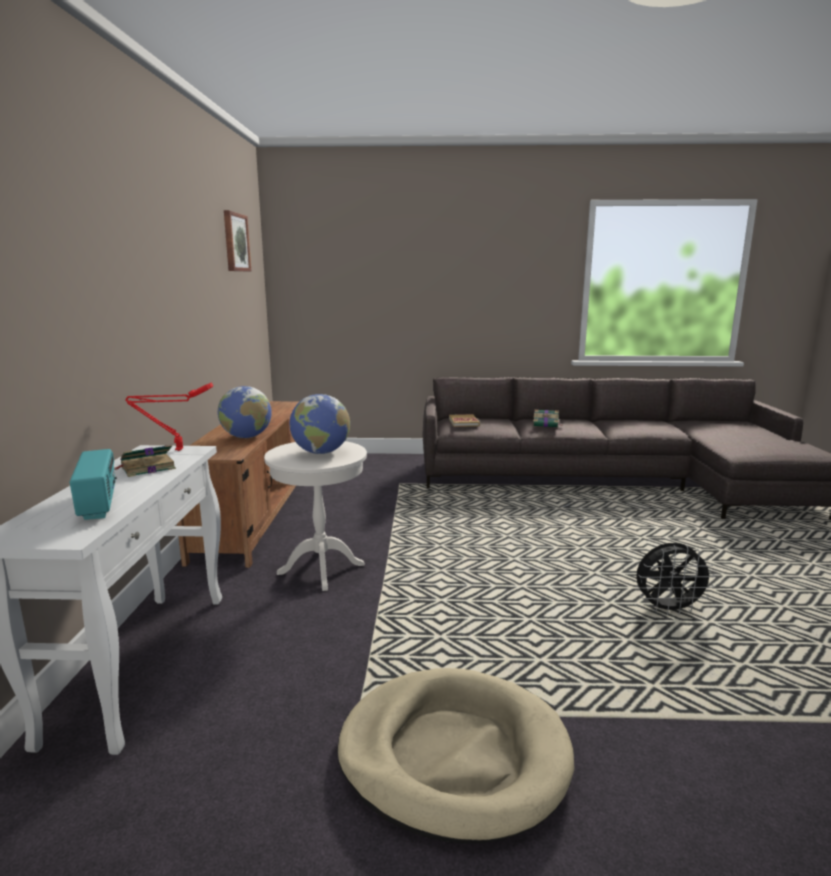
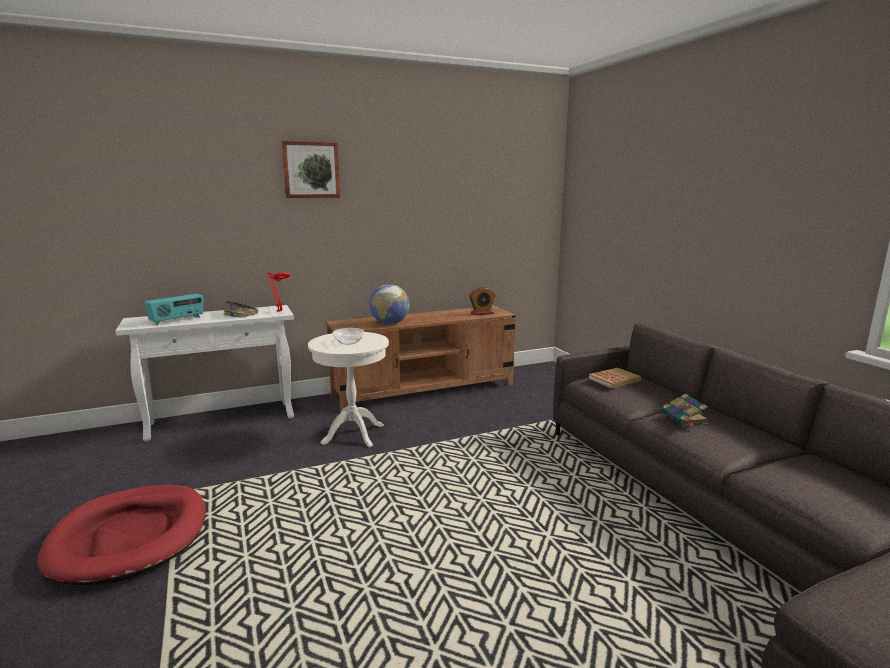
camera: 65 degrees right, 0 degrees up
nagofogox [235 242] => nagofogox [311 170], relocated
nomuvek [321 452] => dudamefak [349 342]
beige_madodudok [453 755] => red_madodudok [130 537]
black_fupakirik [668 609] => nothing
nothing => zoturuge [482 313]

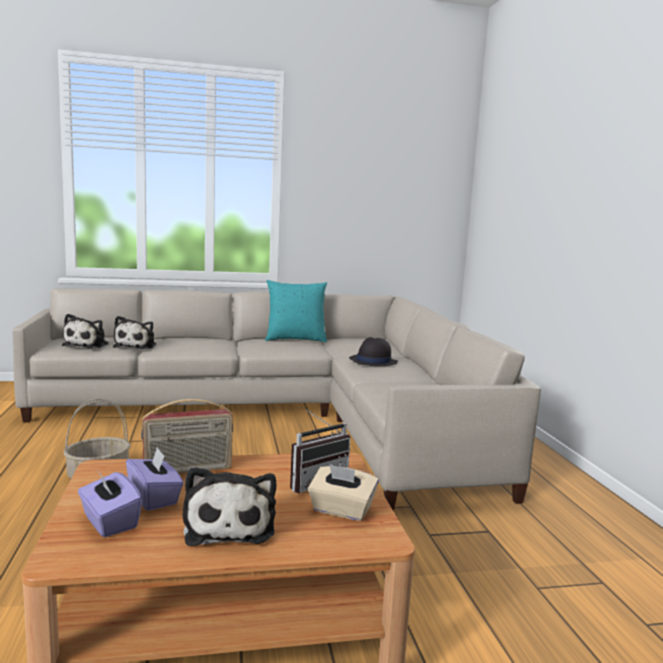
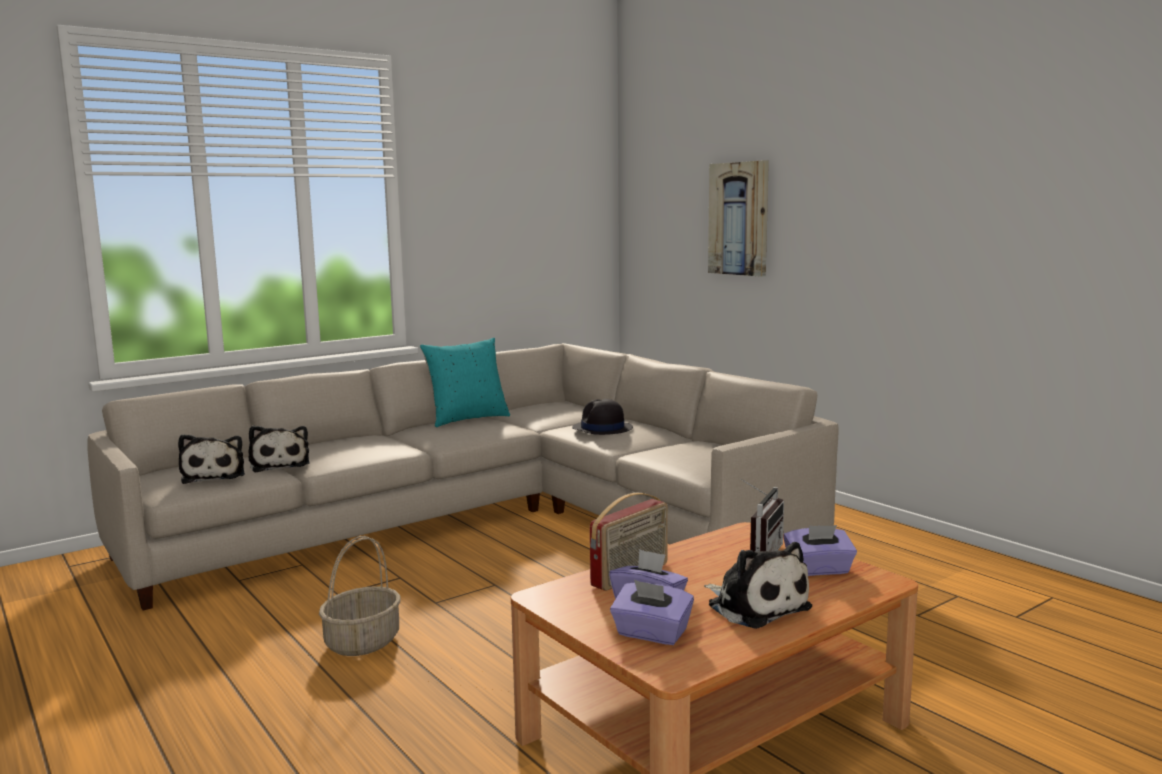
camera: 25 degrees left, 0 degrees up
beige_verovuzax [341 510] => purple_verovuzax [819 570]
nothing => nagofogox [739 219]

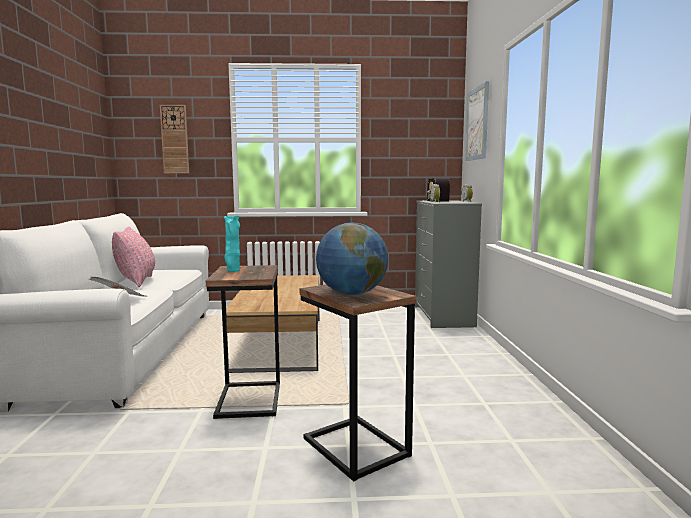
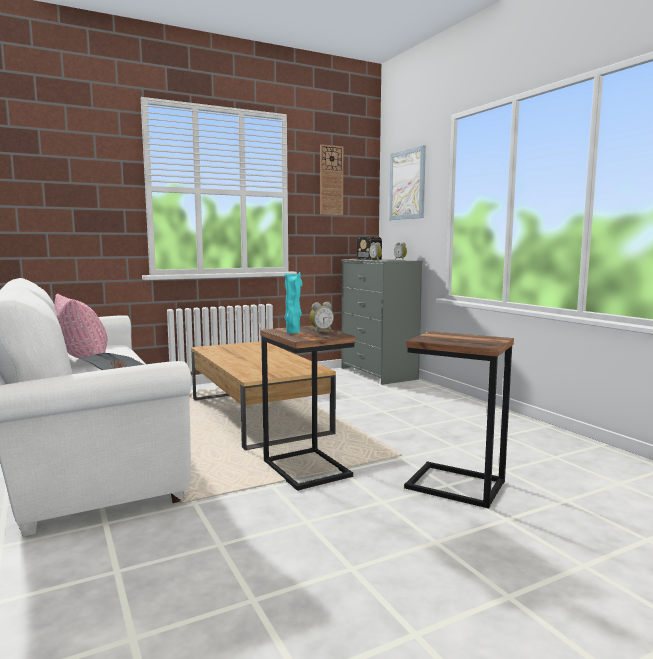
camera: 25 degrees left, 0 degrees up
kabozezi [175 139] => kabozezi [331 180], relocated
nomuvek [352 294] => nothing
nothing => zoturuge [321 331]

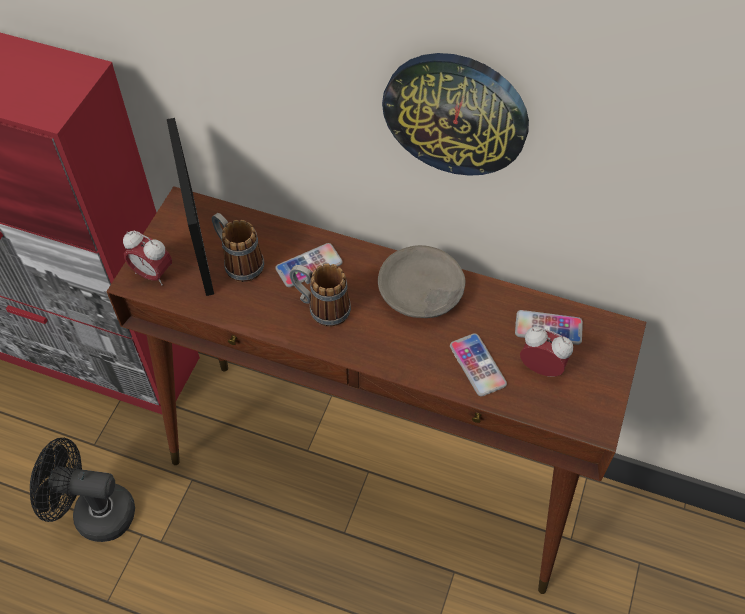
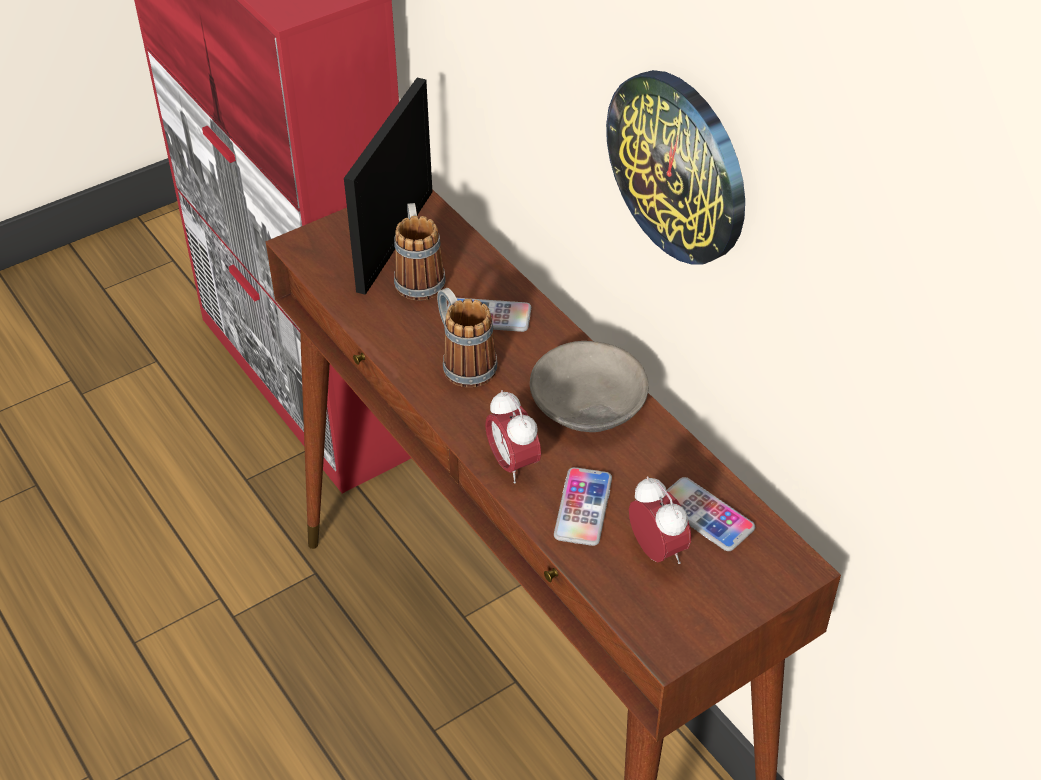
camera: 35 degrees right, 10 degrees down
black_fupakirik [94 513] => nothing
zoturuge [152 274] => zoturuge [512 464], relocated

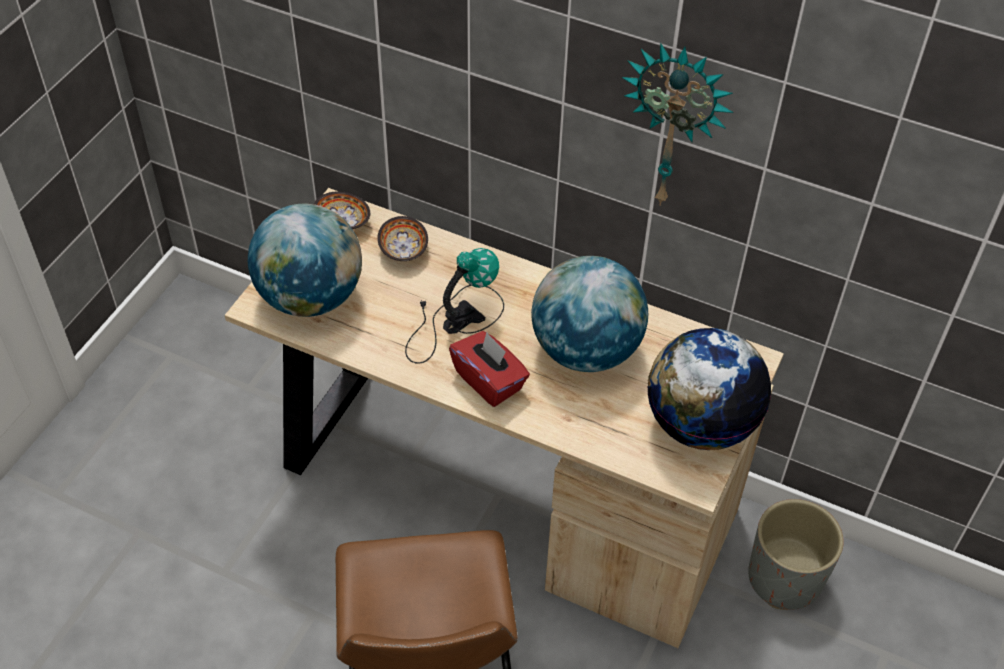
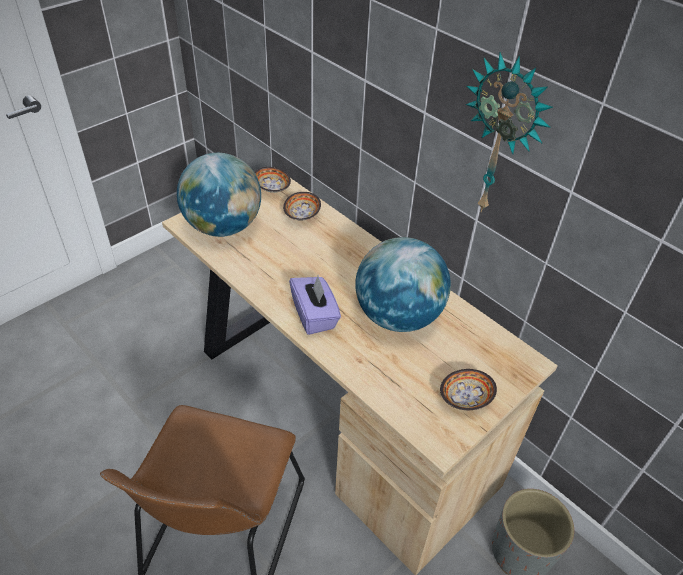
camera: 20 degrees right, 5 degrees down
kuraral [454 320] => nothing
red_verovuzax [489 381] => purple_verovuzax [314 315]
nomuvek [700 424] => dudamefak [464 397]

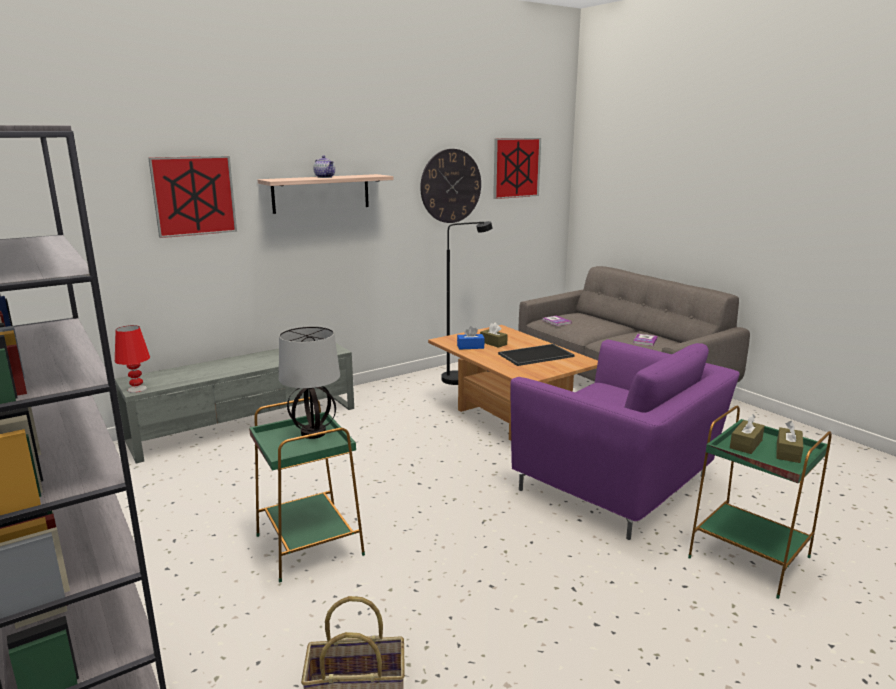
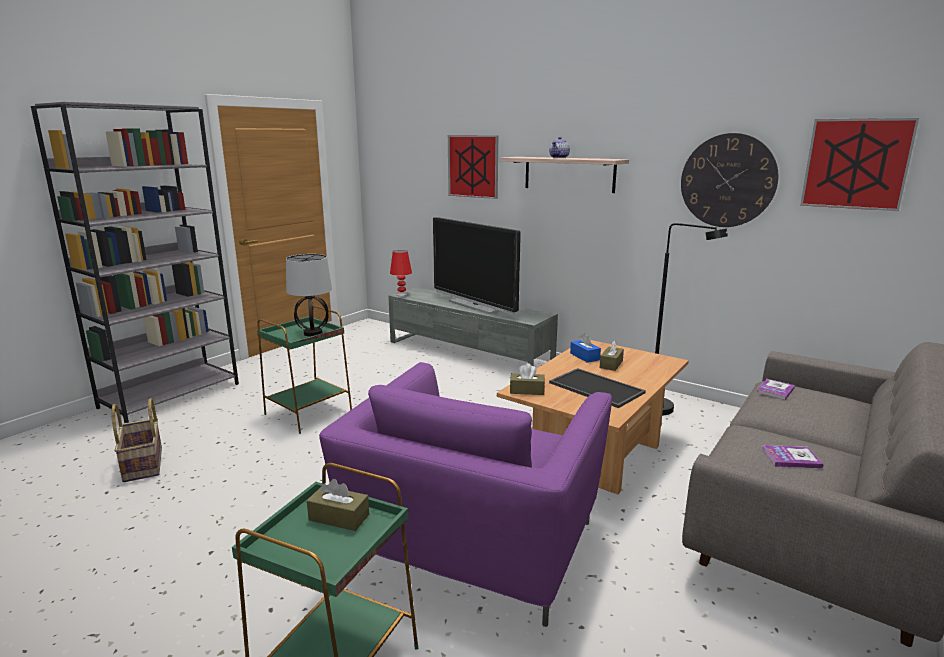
camera: 70 degrees right, 0 degrees up
brown_verovuzax [788 452] => brown_verovuzax [527 390], relocated
nothing => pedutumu [476 305]

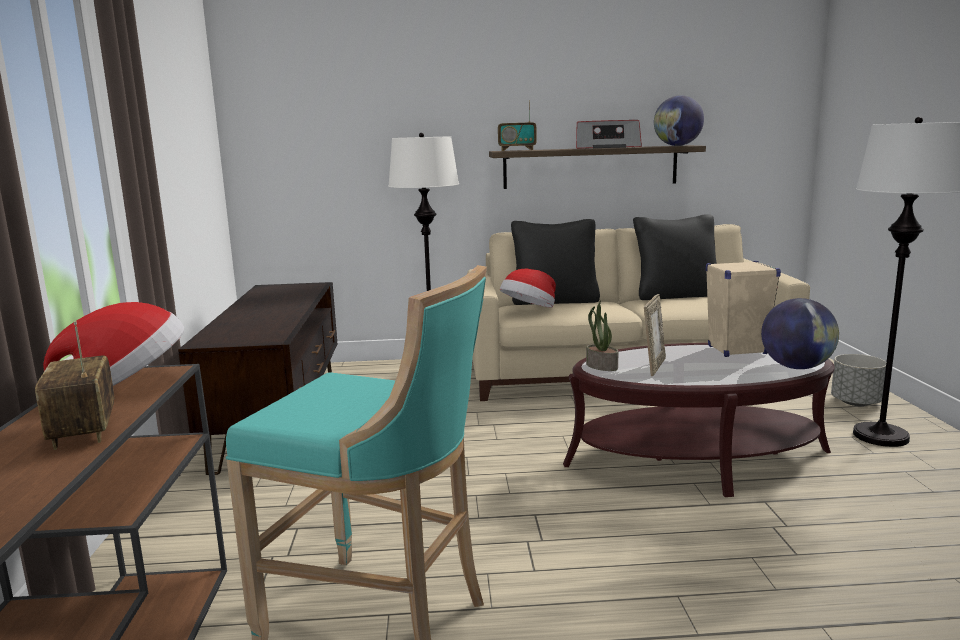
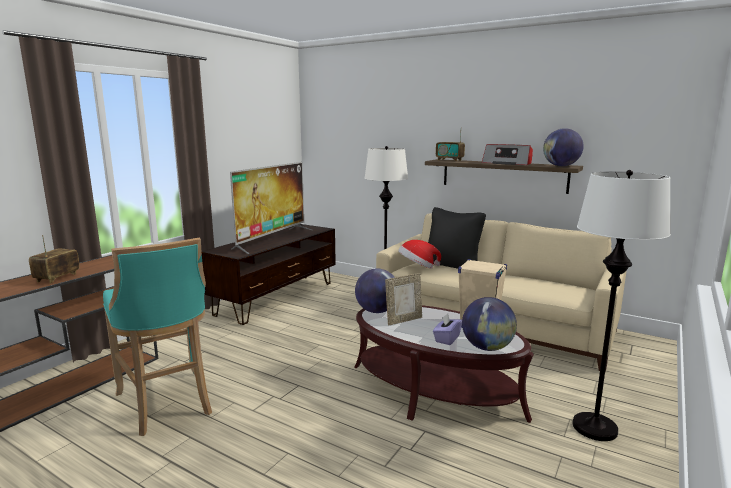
camera: 35 degrees right, 0 degrees up
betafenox [128 384] => nothing
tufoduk [601 366] => nomuvek [377 311]
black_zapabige [676 295] => nothing
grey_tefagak [856 402] => nothing
nothing => pedutumu [272 239]
nothing => purple_verovuzax [447 339]

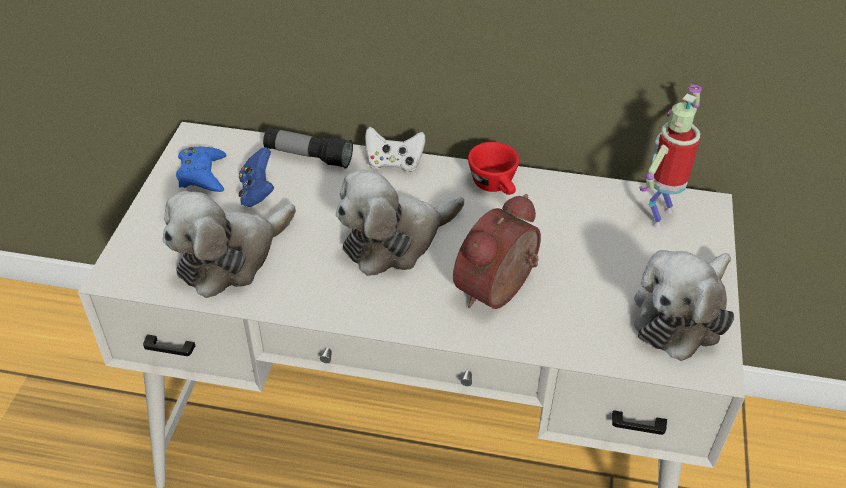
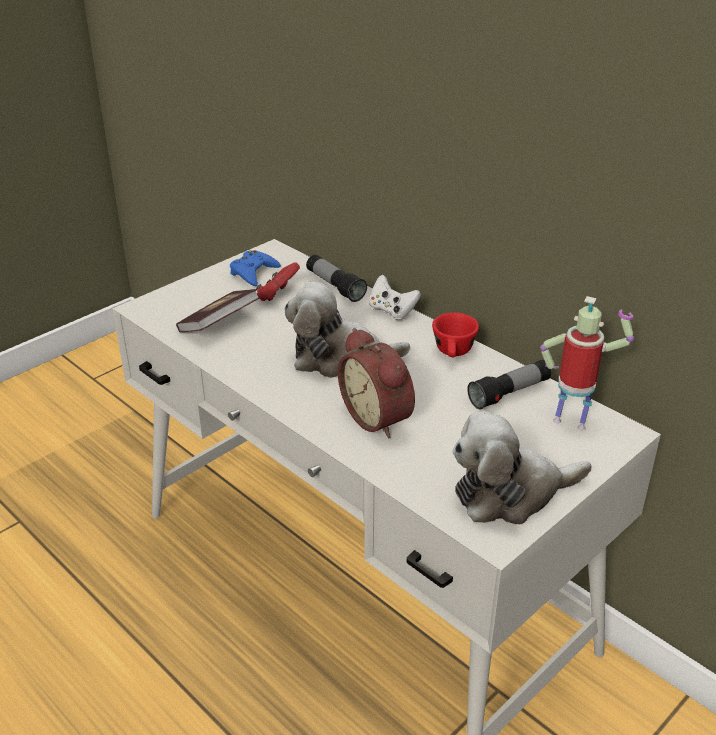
camera: 35 degrees right, 10 degrees down
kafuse [230 258] => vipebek [219 325]
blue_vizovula [257 192] => red_vizovula [277 295]
zoturuge [499 292] => zoturuge [379 417], 105 degrees counterclockwise
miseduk [658 215] => miseduk [571 421], 45 degrees clockwise
nothing => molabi [509 393]

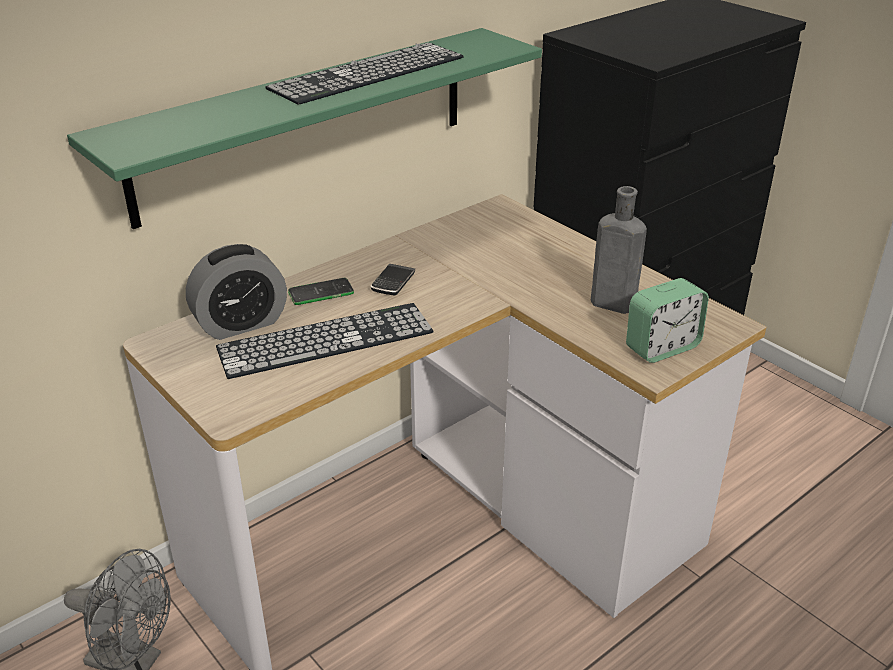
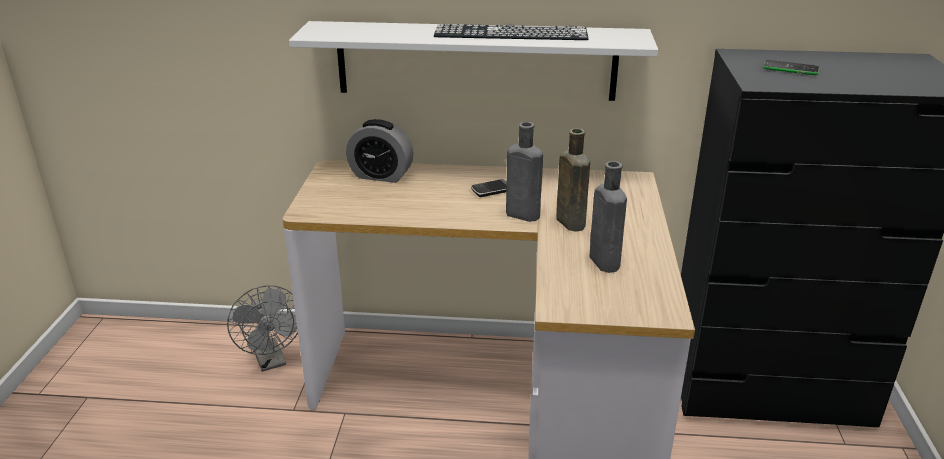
camera: 45 degrees right, 5 degrees down
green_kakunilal [306 123] => white_kakunilal [476 61]
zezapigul [326 340] => nothing
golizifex [321 292] => golizifex [791 69], relocated
zoturuge [662 347] => nothing
nothing => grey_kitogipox [520 214]
nothing => brown_kitogipox [569 222]

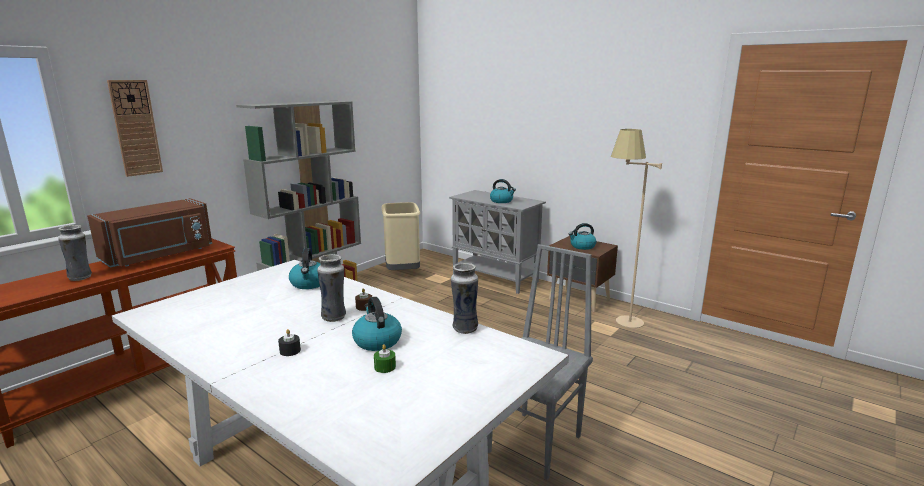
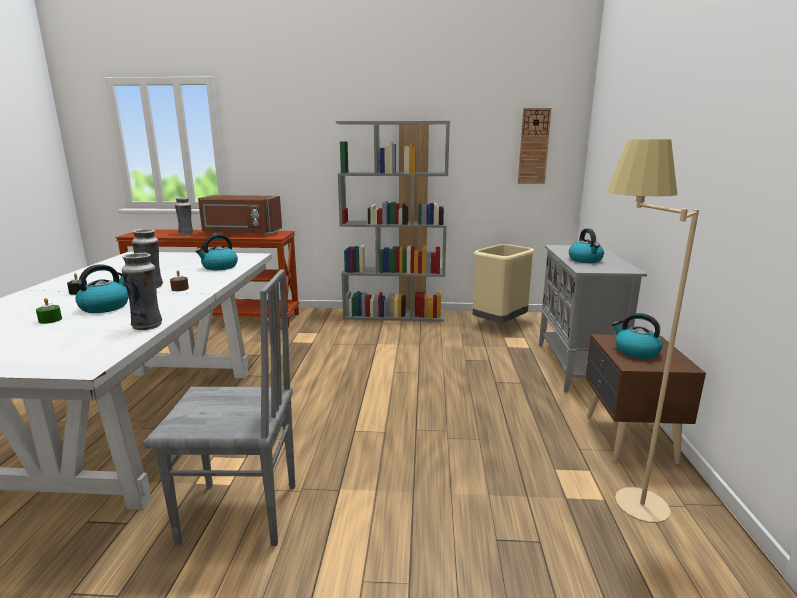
camera: 55 degrees right, 0 degrees up
kabozezi [135 128] => kabozezi [533 146], relocated

